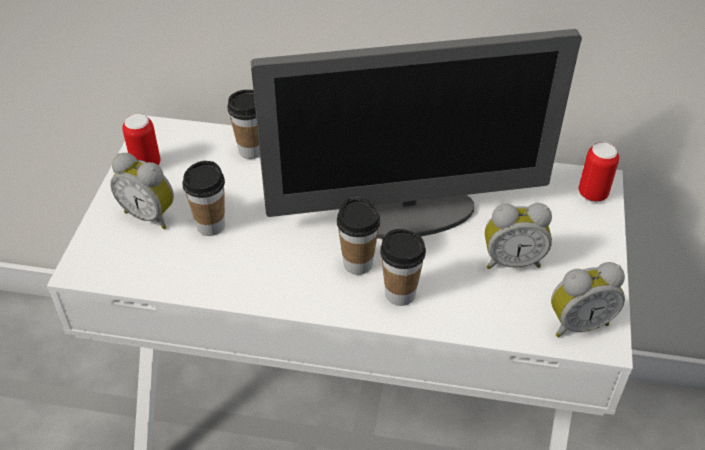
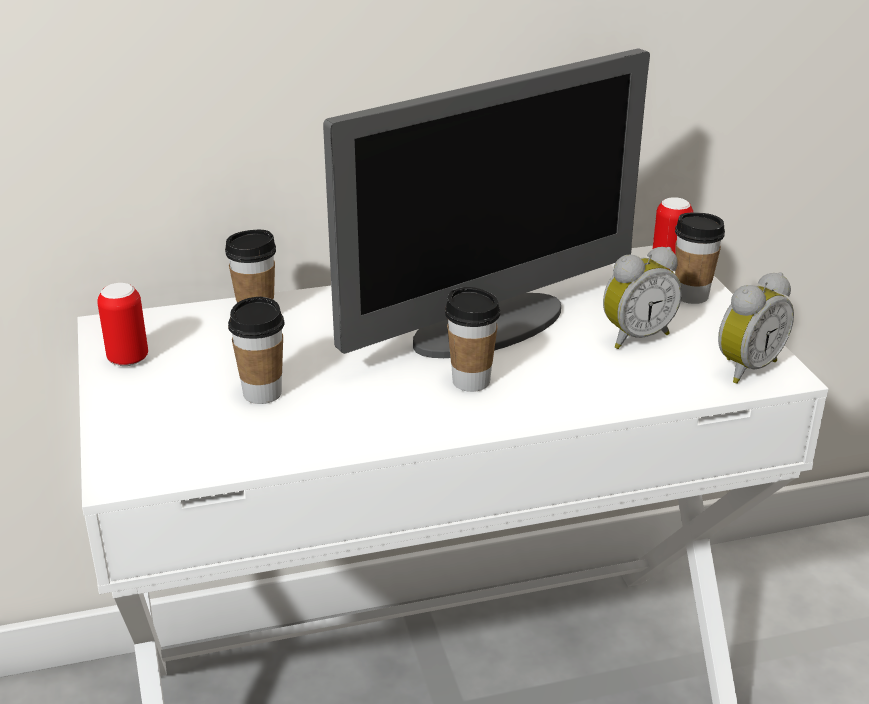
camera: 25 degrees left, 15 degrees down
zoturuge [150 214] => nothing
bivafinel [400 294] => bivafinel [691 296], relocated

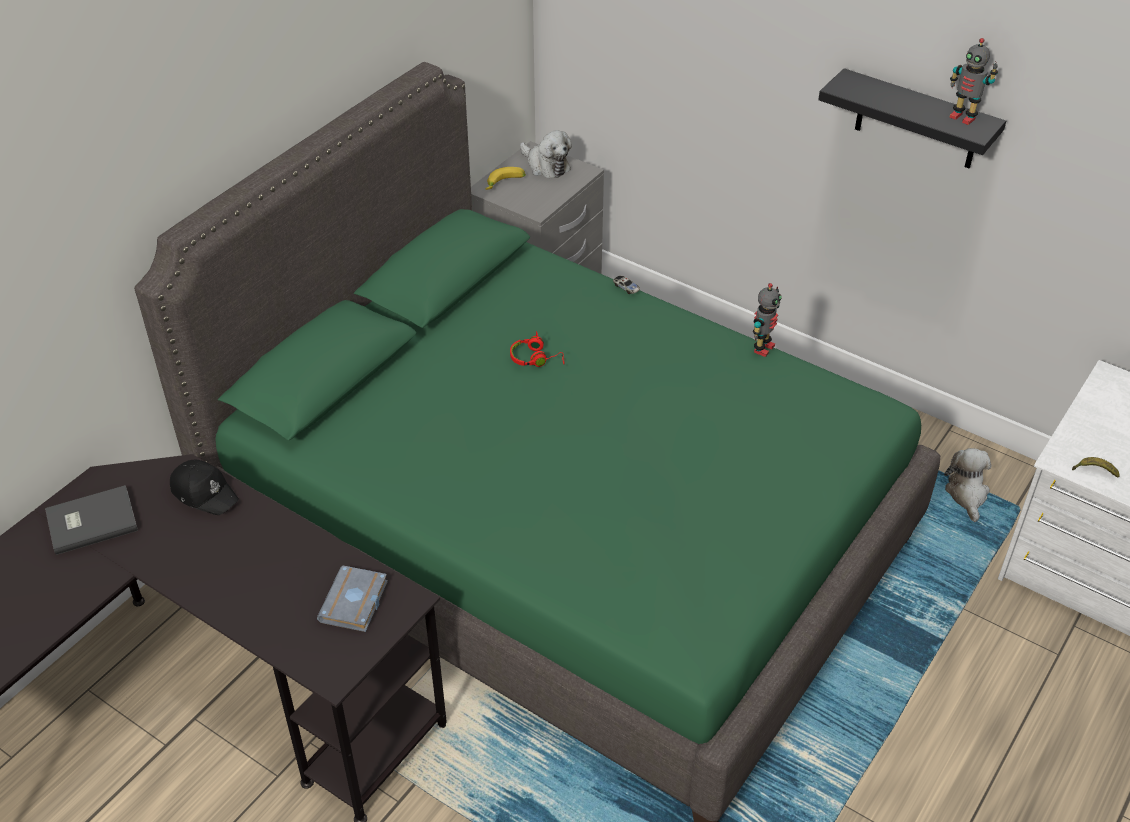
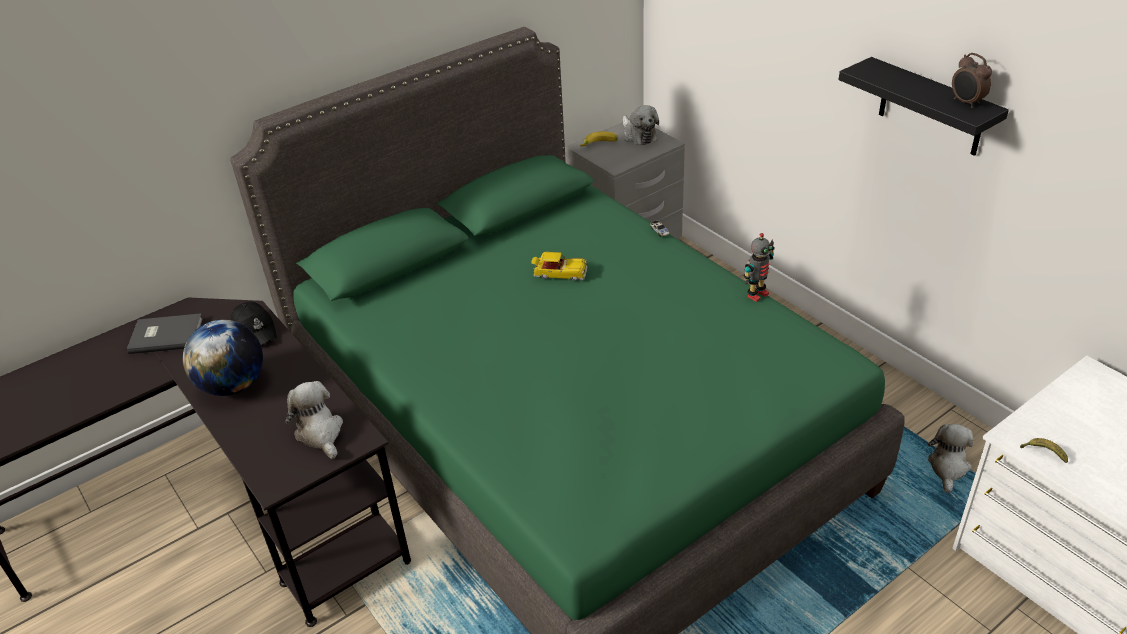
camera: 20 degrees right, 5 degrees down
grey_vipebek [355 604] => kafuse [320 433]
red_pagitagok [536 358] => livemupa [559 274]
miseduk [963 117] => zoturuge [966 102]
nothing => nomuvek [233 385]

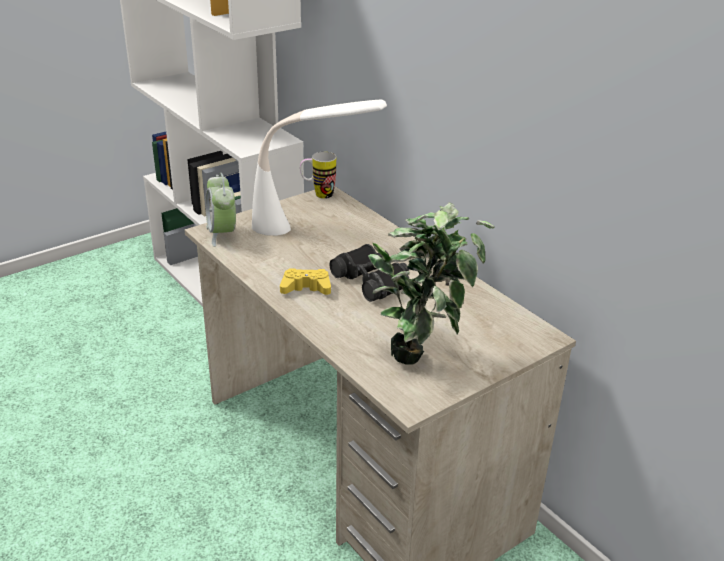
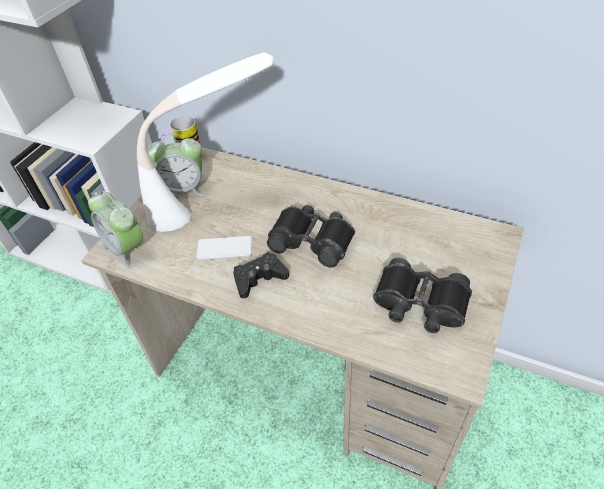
camera: 25 degrees left, 15 degrees up
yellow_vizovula [306 288] => black_vizovula [259 278]
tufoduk [422 351] => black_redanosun [420 304]
nothing => zoturuge [184 189]
nothing => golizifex [224 249]

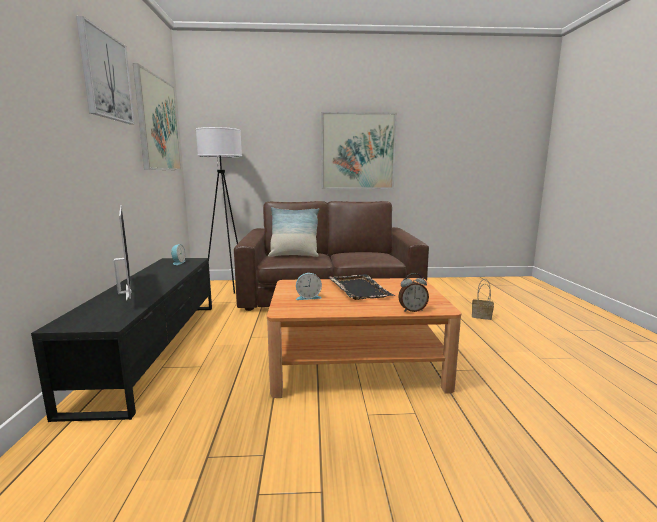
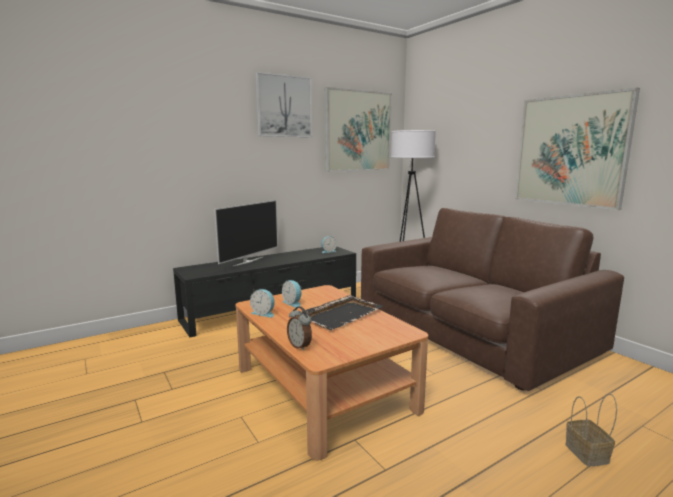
camera: 60 degrees right, 0 degrees up
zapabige [294 255] => nothing
nothing => zoturuge [264 313]

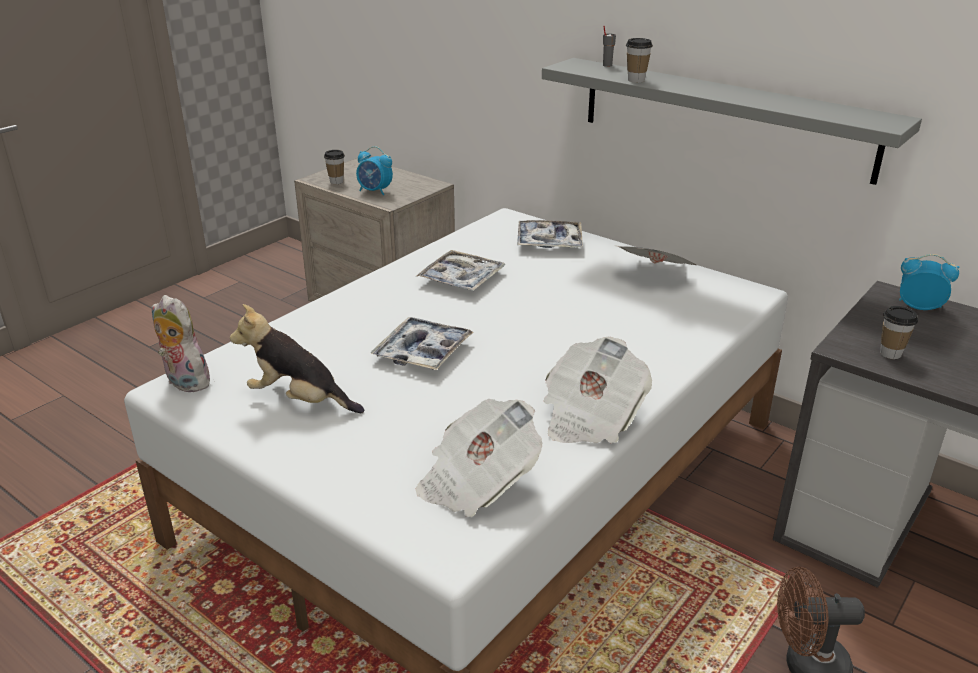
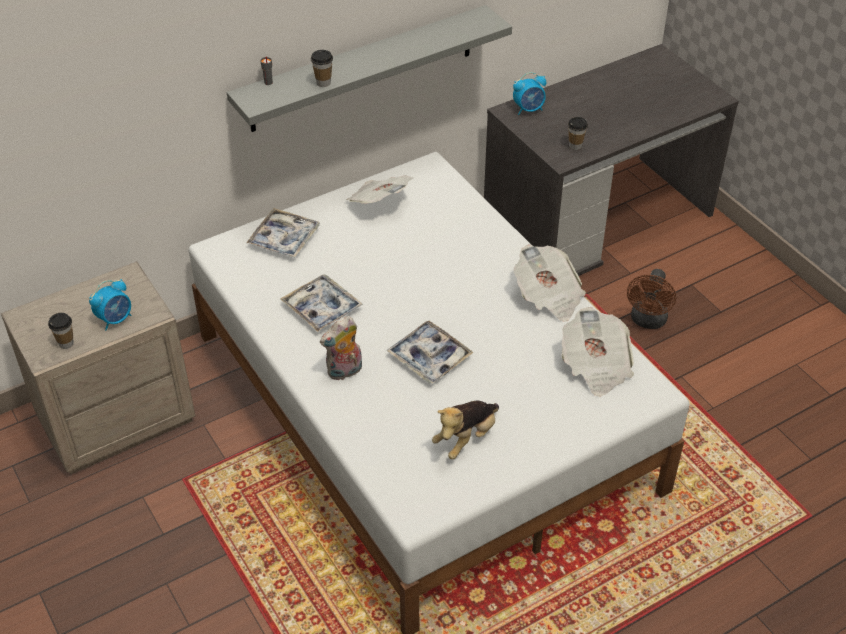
camera: 70 degrees left, 15 degrees up
kafuse [184 382] => kafuse [344 372], relocated
zoturuge [918 307] => zoturuge [529 109], 150 degrees counterclockwise

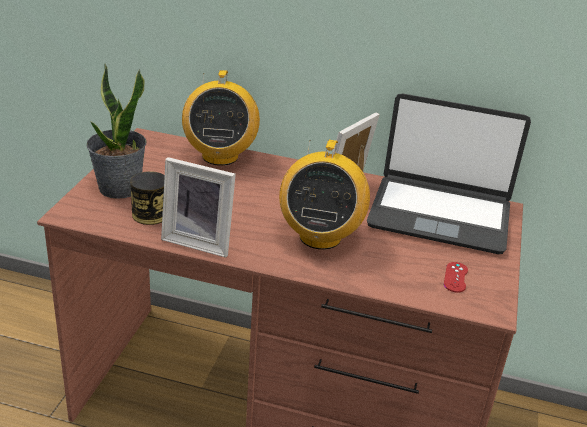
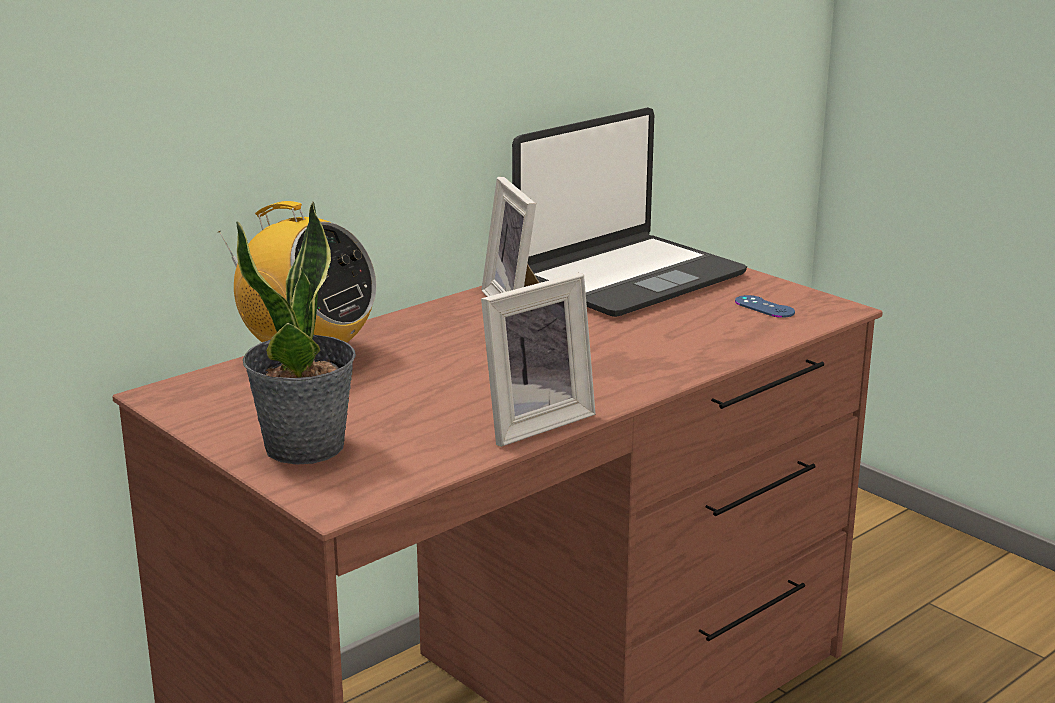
camera: 55 degrees left, 10 degrees down
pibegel [150 214] => nothing
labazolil [320 237] => nothing
red_vizovula [455 277] => blue_vizovula [764 307]

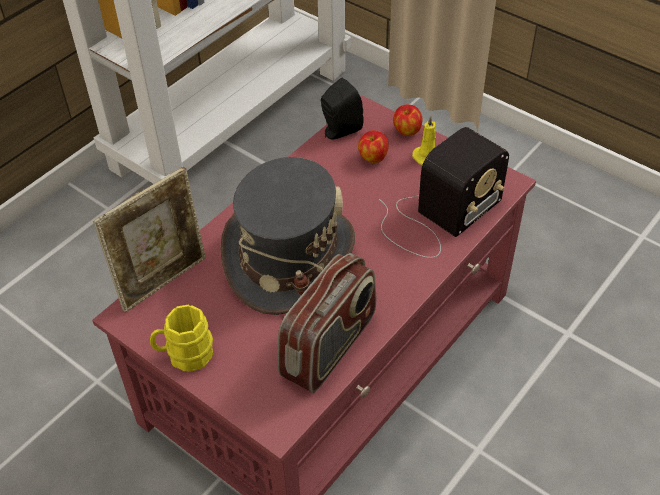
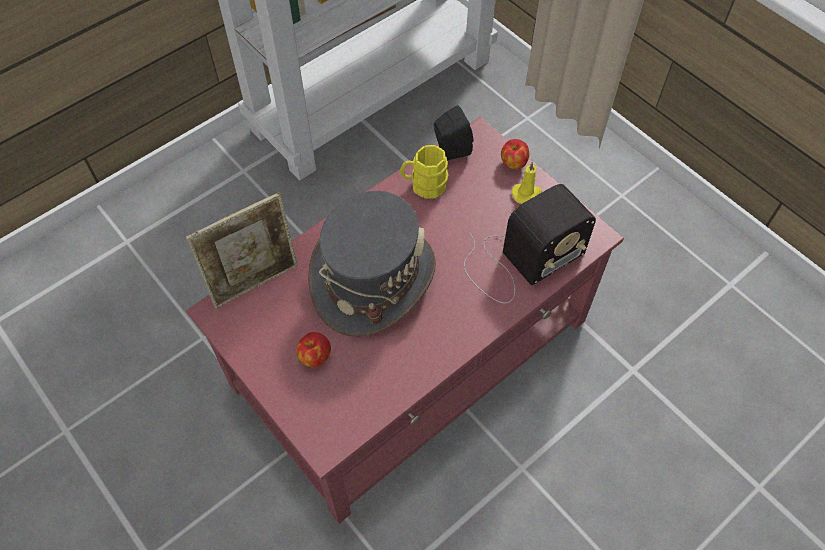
camera: 10 degrees right, 10 degrees up
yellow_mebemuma [185 355] => yellow_mebemuma [424 185], relocated
labazolil [330 347] => nothing
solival [372 157] => solival [315 357], relocated

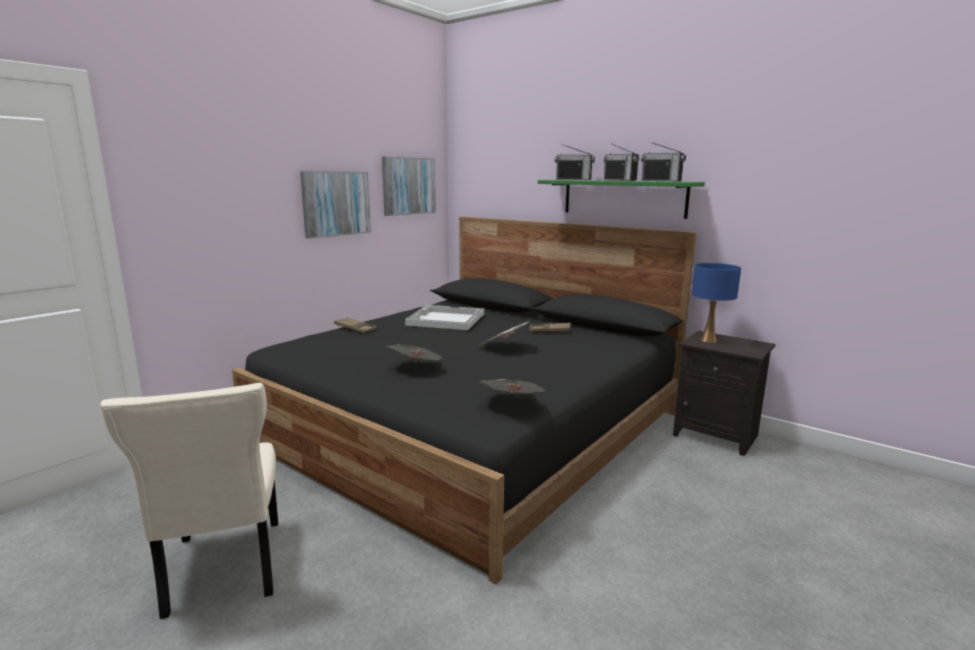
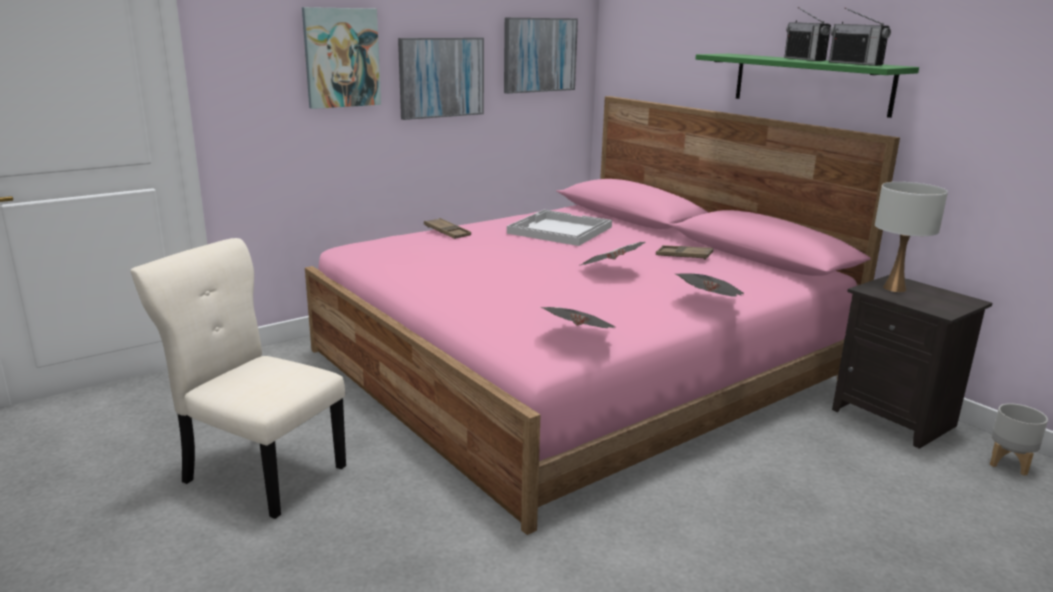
camera: 15 degrees right, 5 degrees up
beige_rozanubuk [223 570] => beige_rozanubuk [260 472], 120 degrees clockwise
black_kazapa [474 427] => pink_kazapa [576 366]
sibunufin [418 367] => sibunufin [709 303], relocated
labazolil [573 179] => nothing
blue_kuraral [708 340] => white_kuraral [894 288]
nothing => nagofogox [341 58]
nothing => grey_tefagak [1010 464]

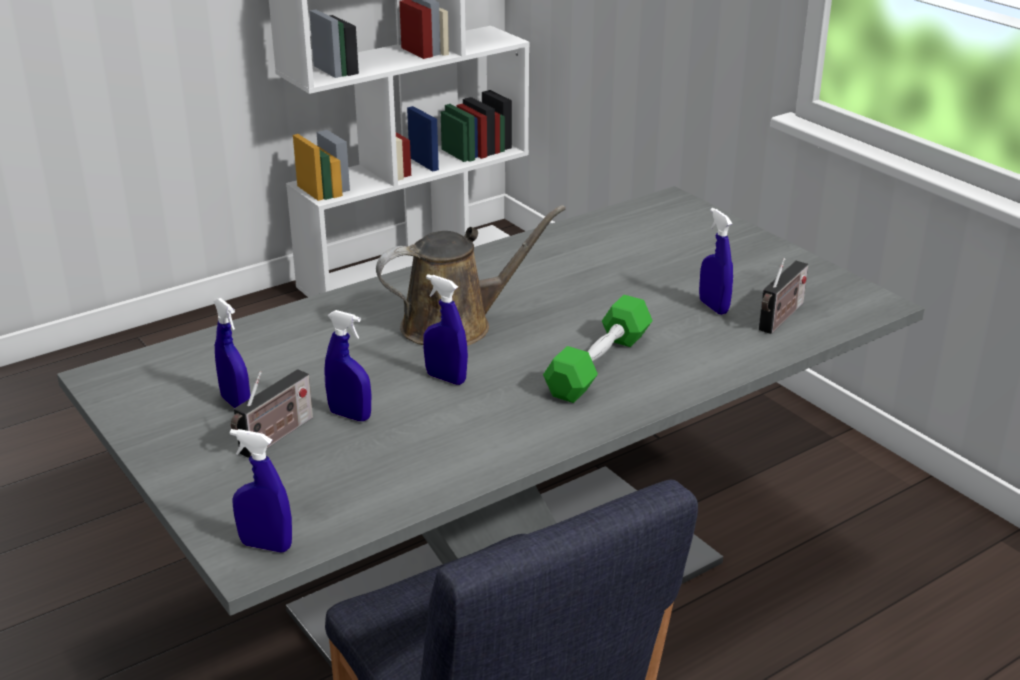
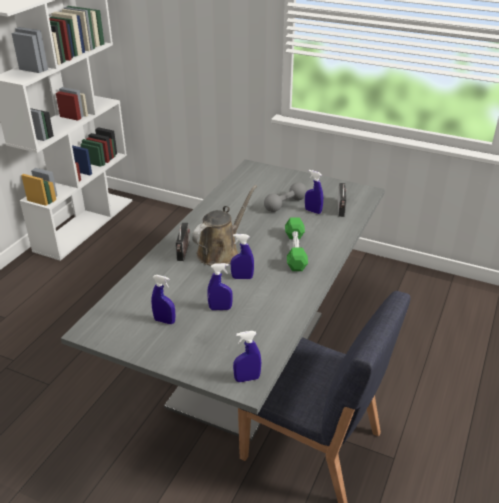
camera: 30 degrees left, 5 degrees up
labazolil [274 438] => labazolil [183 251], relocated
nothing => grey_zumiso [285 204]

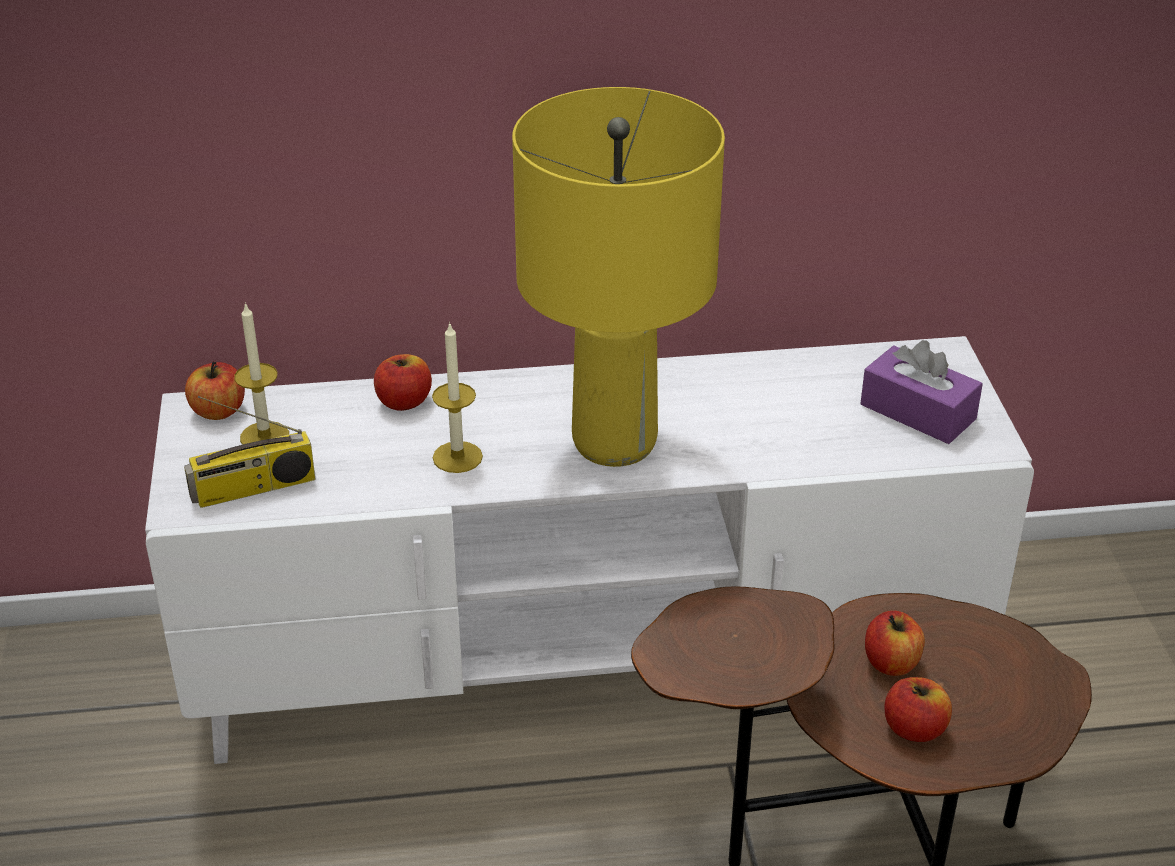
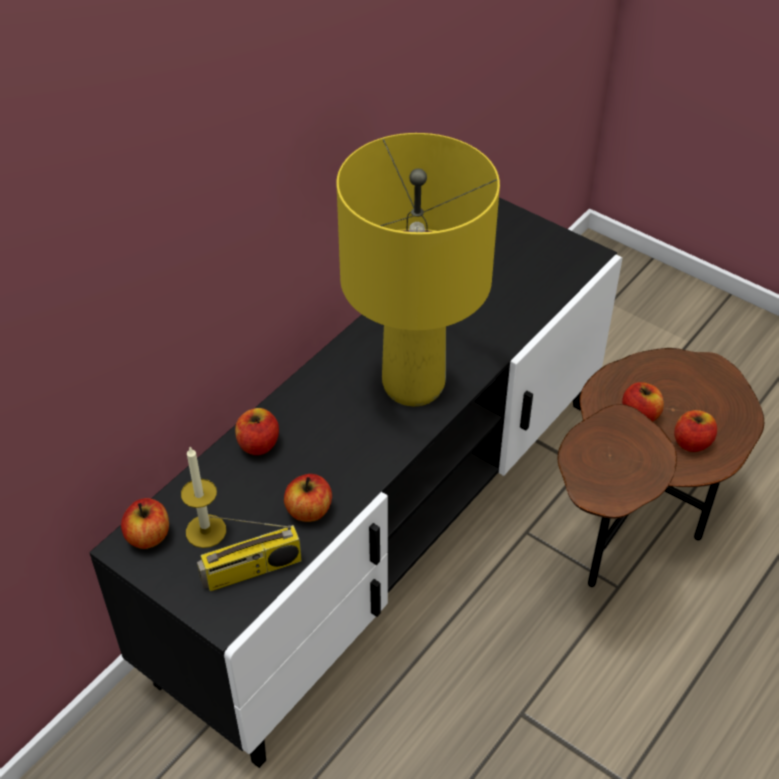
camera: 45 degrees left, 10 degrees up
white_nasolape [587 661] => black_nasolape [388 531]
labazolil [253 489] => labazolil [251 571], 45 degrees clockwise
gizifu [457 457] => nothing
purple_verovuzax [918 412] => nothing
nothing => solival [309 510]

